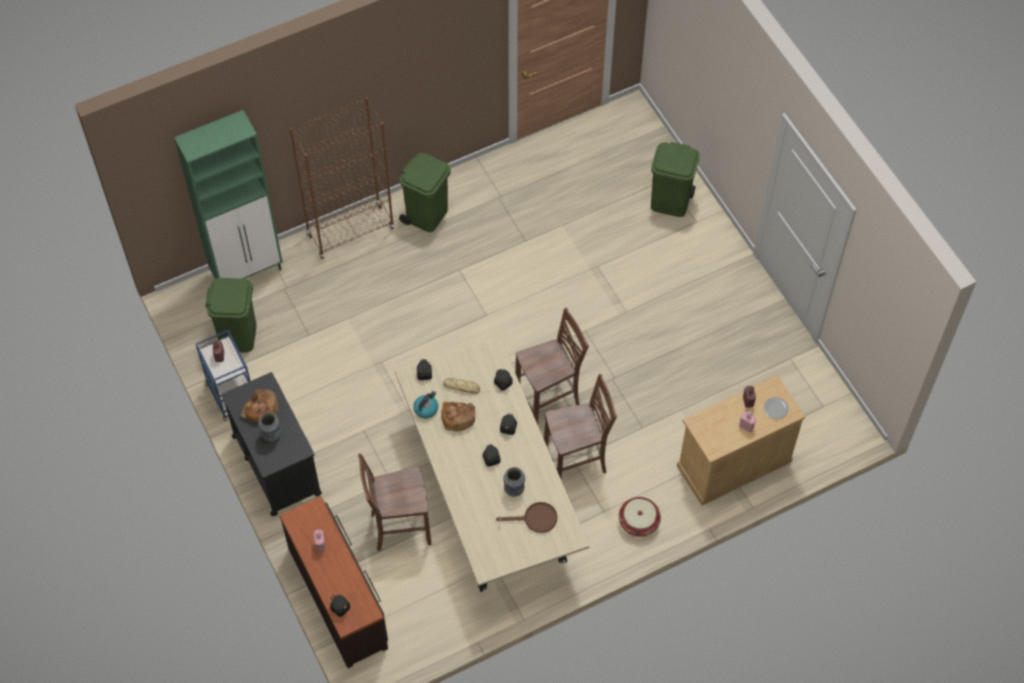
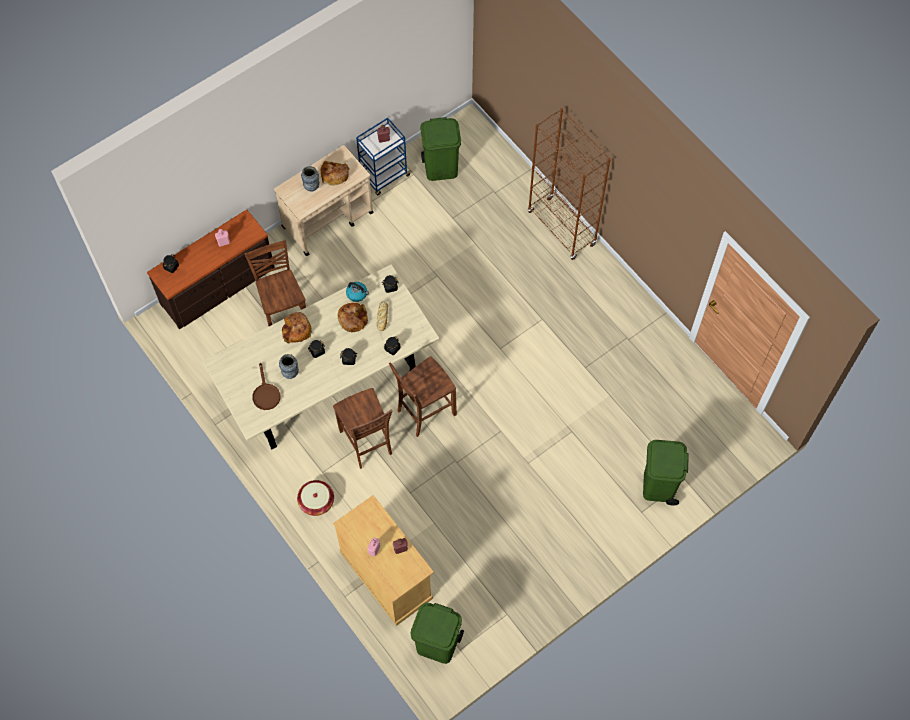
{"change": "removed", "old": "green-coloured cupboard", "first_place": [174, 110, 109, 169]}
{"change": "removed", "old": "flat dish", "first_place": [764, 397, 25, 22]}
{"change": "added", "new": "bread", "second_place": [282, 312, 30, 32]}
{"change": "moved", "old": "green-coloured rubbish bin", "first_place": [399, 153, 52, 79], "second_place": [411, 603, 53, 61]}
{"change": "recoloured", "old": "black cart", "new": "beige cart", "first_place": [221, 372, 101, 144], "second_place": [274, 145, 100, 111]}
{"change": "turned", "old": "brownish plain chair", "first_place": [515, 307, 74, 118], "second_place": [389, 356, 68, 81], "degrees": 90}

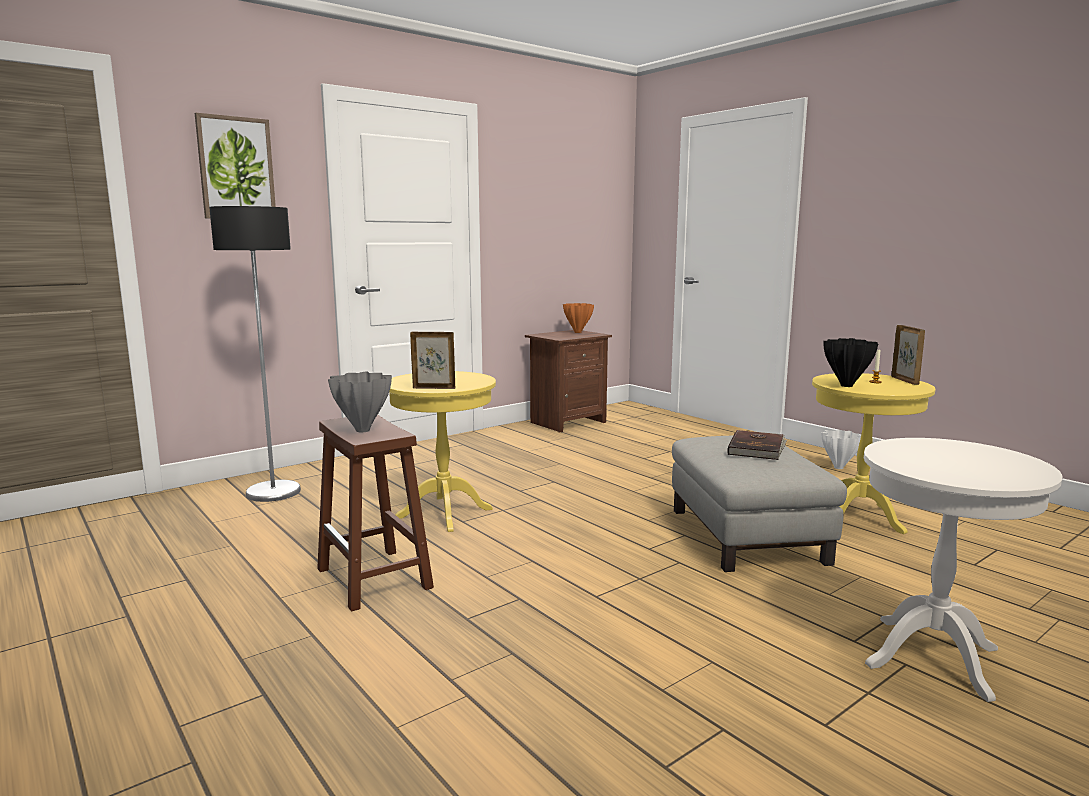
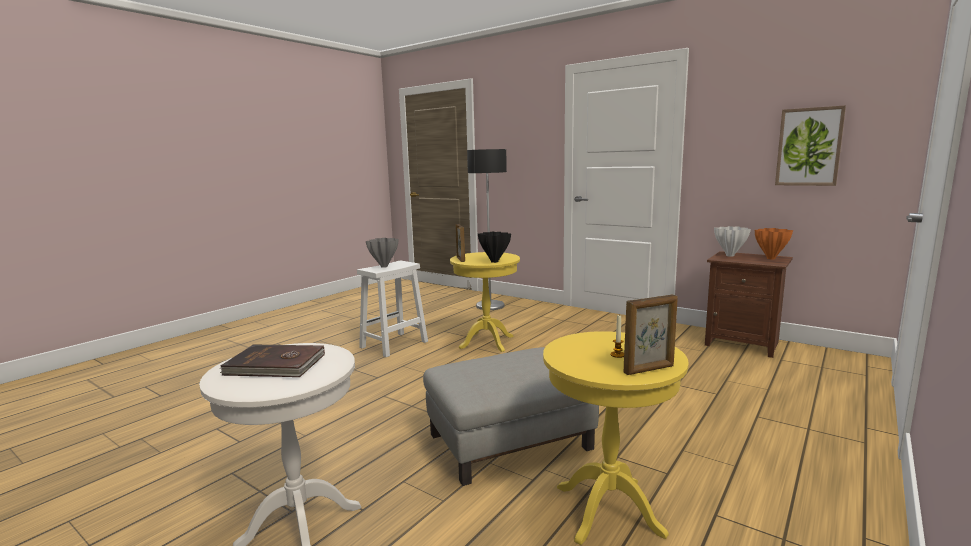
{"change": "moved", "old": "wall picture", "first_place": [195, 113, 81, 105], "second_place": [775, 105, 71, 81]}
{"change": "moved", "old": "brownish book", "first_place": [727, 430, 60, 30], "second_place": [220, 345, 105, 32]}
{"change": "moved", "old": "whitish flower vase", "first_place": [821, 430, 40, 39], "second_place": [714, 226, 37, 31]}
{"change": "moved", "old": "black flower vase", "first_place": [823, 338, 55, 49], "second_place": [478, 231, 33, 32]}
{"change": "recoloured", "old": "brownish stool seat", "new": "whitish stool seat", "first_place": [317, 415, 117, 197], "second_place": [357, 260, 71, 97]}

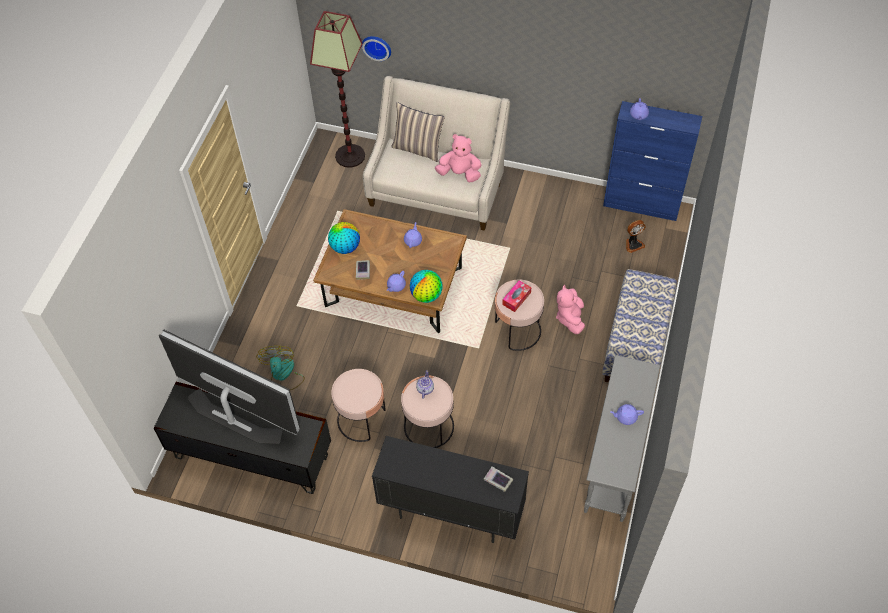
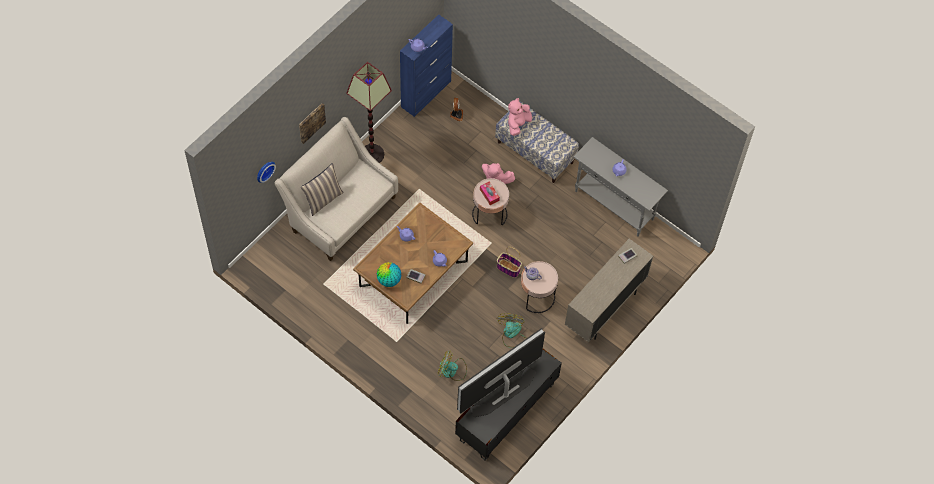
{"change": "removed", "old": "globe", "first_place": [410, 270, 33, 33]}
{"change": "added", "new": "wall picture", "second_place": [299, 103, 27, 41]}
{"change": "added", "new": "basket", "second_place": [497, 247, 25, 31]}
{"change": "moved", "old": "floor lamp", "first_place": [310, 11, 55, 157], "second_place": [346, 62, 46, 101]}
{"change": "moved", "old": "pink-coloured cuddly toy", "first_place": [435, 134, 47, 48], "second_place": [508, 98, 24, 38]}
{"change": "replaced", "old": "pink-coloured side table", "new": "cooling fan", "first_place": [331, 369, 55, 73], "second_place": [497, 314, 30, 34]}
{"change": "recoloured", "old": "black cupboard", "new": "beige cupboard", "first_place": [372, 436, 157, 107], "second_place": [565, 239, 88, 103]}

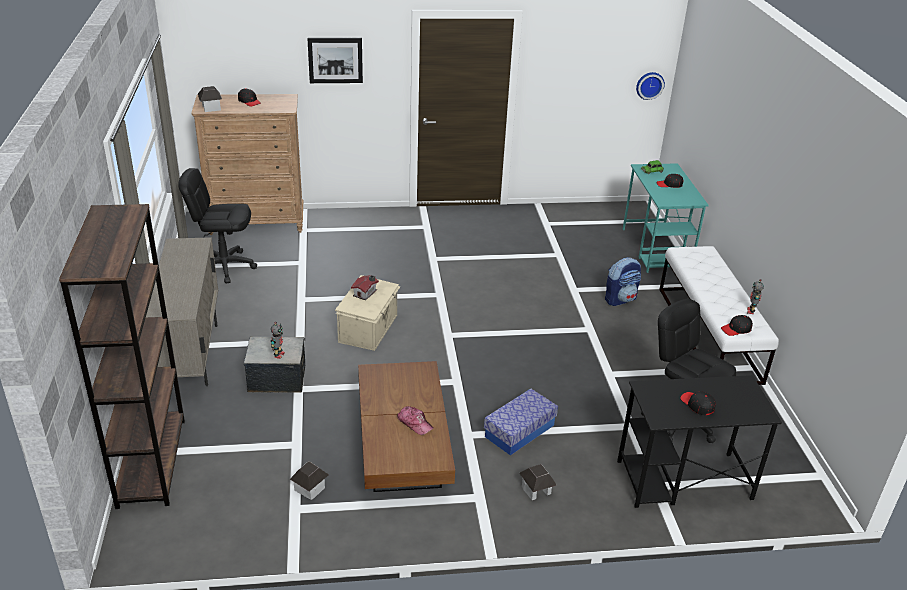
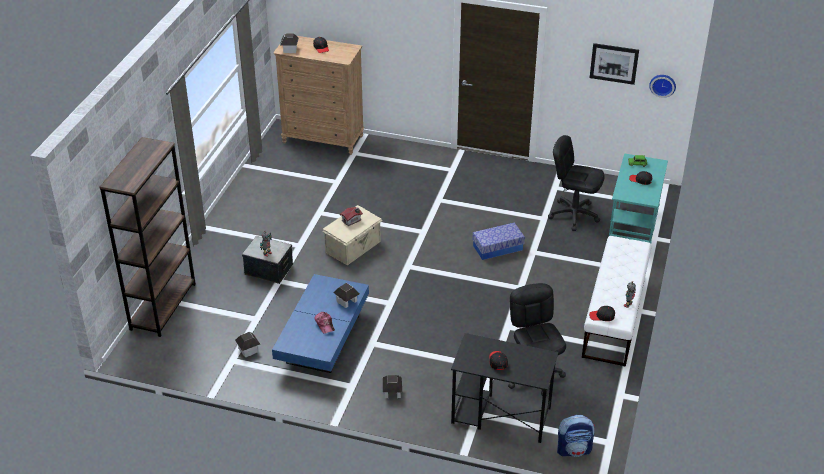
{"change": "removed", "old": "beige cupboard", "first_place": [146, 237, 72, 149]}
{"change": "added", "new": "model house", "second_place": [333, 283, 27, 25]}
{"change": "moved", "old": "black desk chair", "first_place": [178, 168, 79, 115], "second_place": [548, 135, 57, 96]}
{"change": "moved", "old": "wall picture", "first_place": [307, 38, 56, 45], "second_place": [590, 43, 49, 42]}
{"change": "moved", "old": "storage box", "first_place": [484, 389, 74, 66], "second_place": [472, 222, 53, 38]}
{"change": "moved", "old": "backpack", "first_place": [605, 257, 36, 49], "second_place": [557, 415, 38, 42]}
{"change": "recoloured", "old": "brownish lounge table", "new": "bluish lounge table", "first_place": [358, 361, 97, 131], "second_place": [272, 274, 97, 99]}

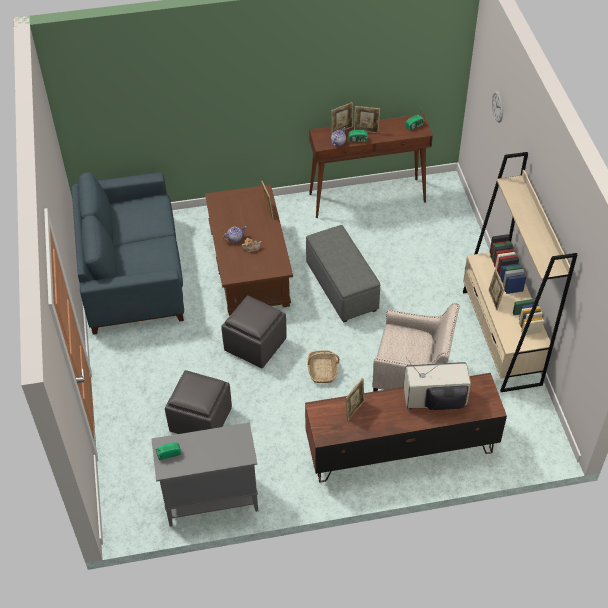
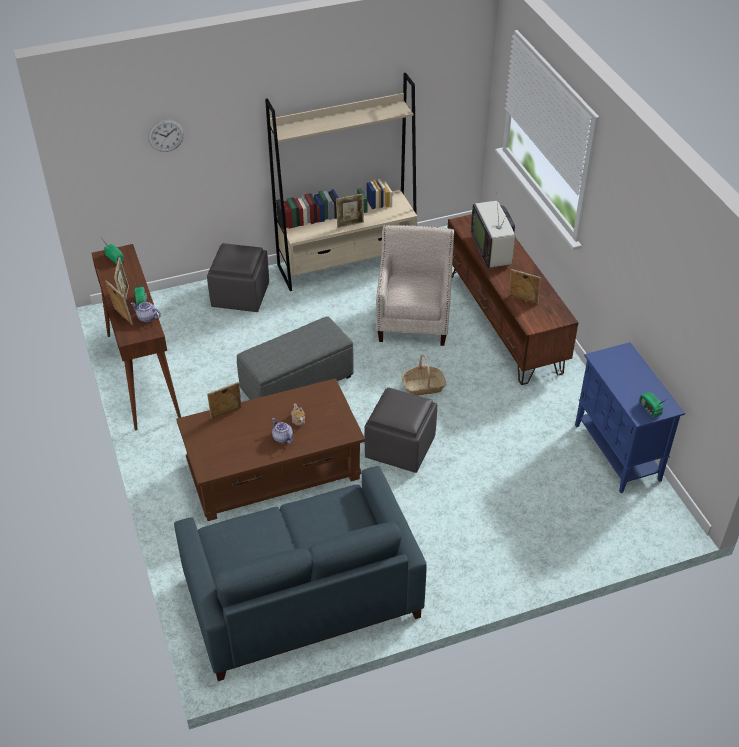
{"change": "moved", "old": "gray footrest", "first_place": [165, 370, 67, 64], "second_place": [207, 243, 62, 69]}
{"change": "recoloured", "old": "gray cupboard", "new": "bluish cupboard", "first_place": [152, 423, 106, 103], "second_place": [575, 342, 110, 151]}

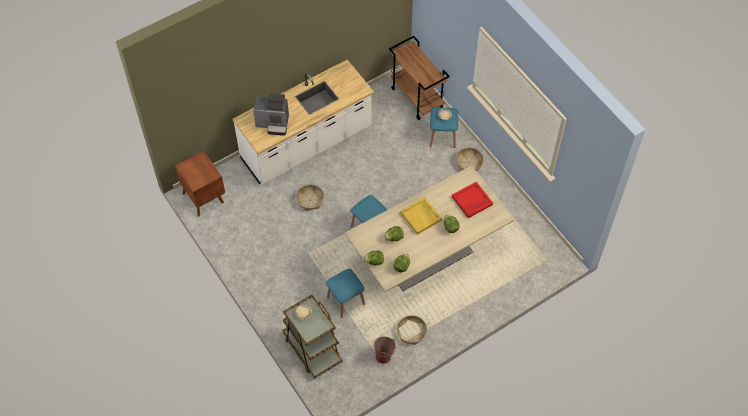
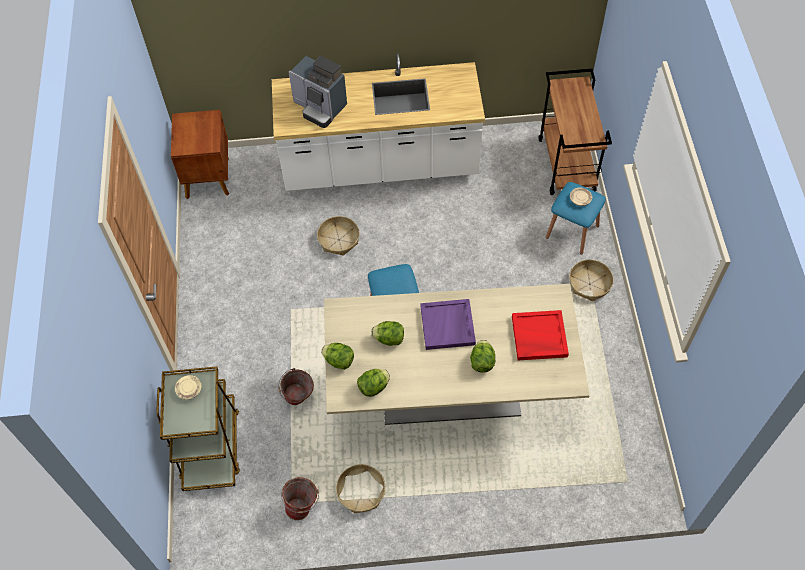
{"change": "replaced", "old": "bluish stool seat", "new": "bucket", "first_place": [326, 269, 39, 49], "second_place": [278, 368, 36, 37]}
{"change": "recoloured", "old": "yellow-coloured carrying tray", "new": "purple-coloured carrying tray", "first_place": [400, 197, 42, 38], "second_place": [421, 299, 55, 51]}

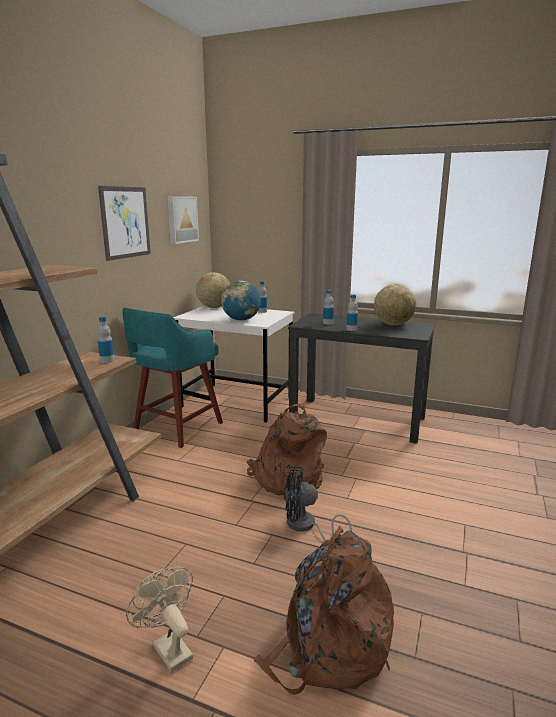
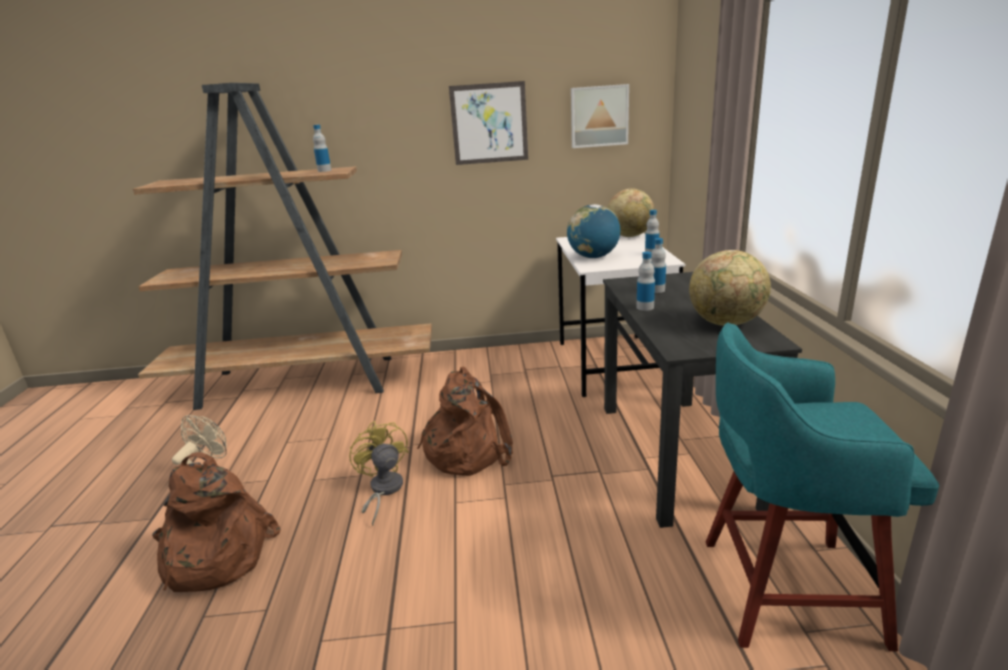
{"change": "moved", "old": "drink bottle", "first_place": [97, 316, 17, 47], "second_place": [313, 125, 18, 47]}
{"change": "moved", "old": "turquoise-coloured stool seat", "first_place": [123, 307, 100, 141], "second_place": [706, 323, 233, 328]}
{"change": "recoloured", "old": "black cooling fan", "new": "yellow-coloured cooling fan", "first_place": [284, 467, 68, 74], "second_place": [349, 421, 60, 105]}

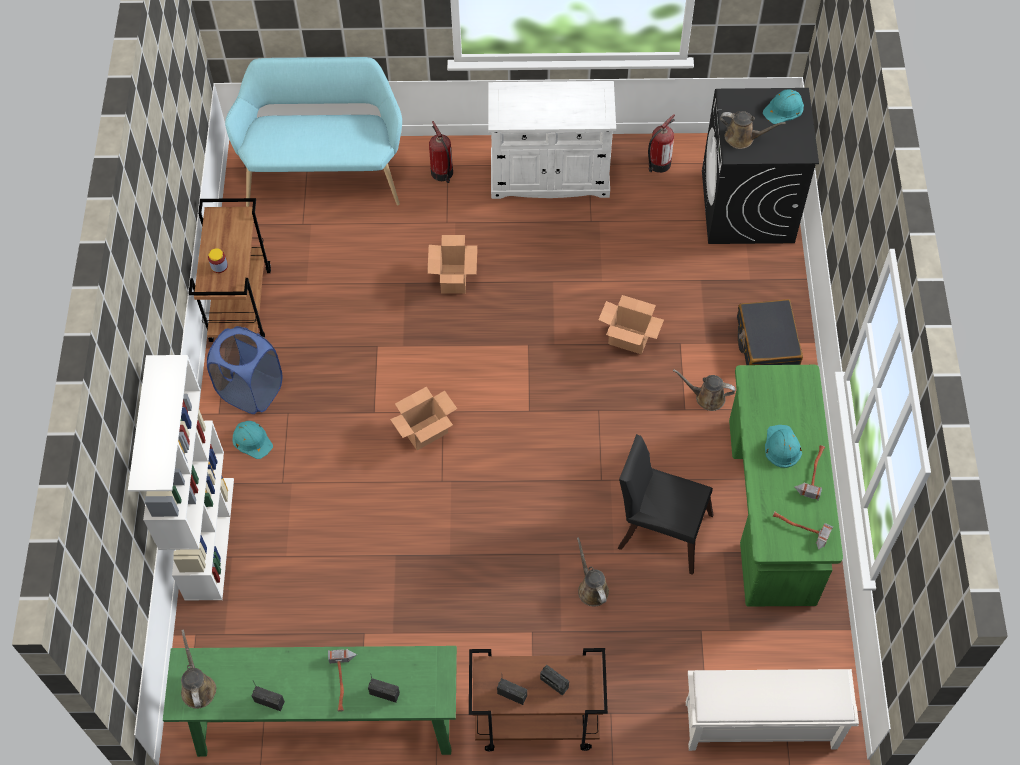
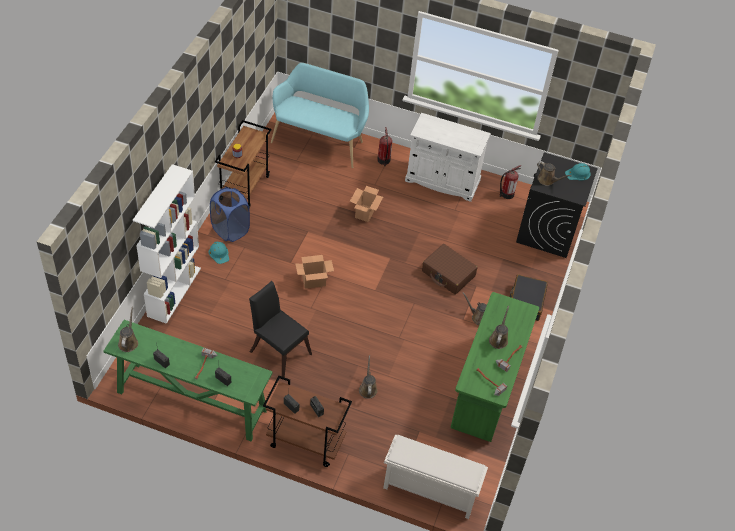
{"change": "moved", "old": "black plain chair", "first_place": [618, 434, 96, 141], "second_place": [249, 281, 63, 97]}
{"change": "replaced", "old": "carton", "new": "brownish suitcase", "first_place": [598, 295, 66, 59], "second_place": [422, 244, 56, 51]}
{"change": "replaced", "old": "turquoise-coloured work helmet", "new": "brownish watering pot", "first_place": [765, 425, 37, 43], "second_place": [489, 306, 20, 43]}

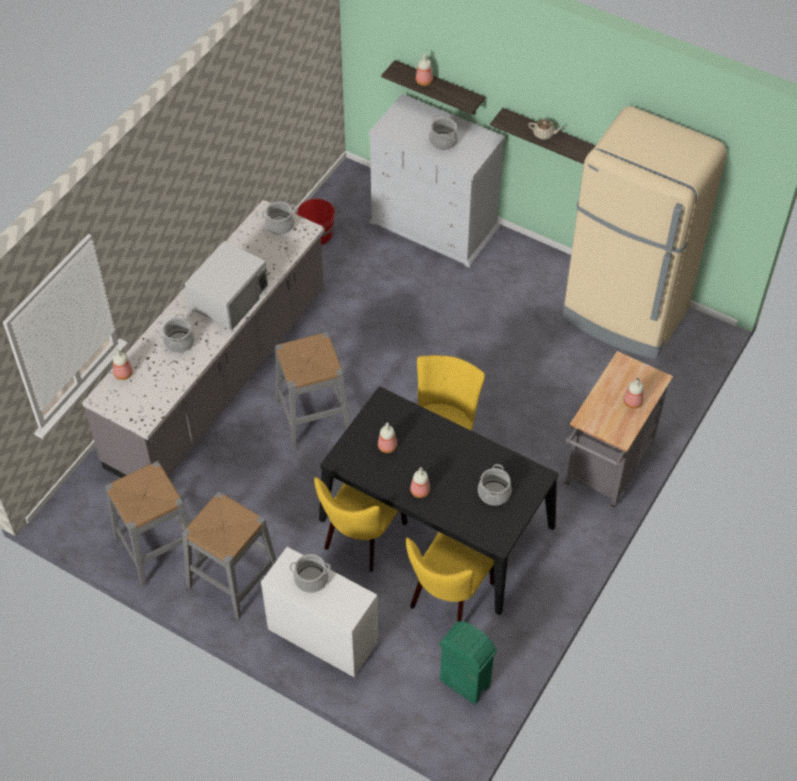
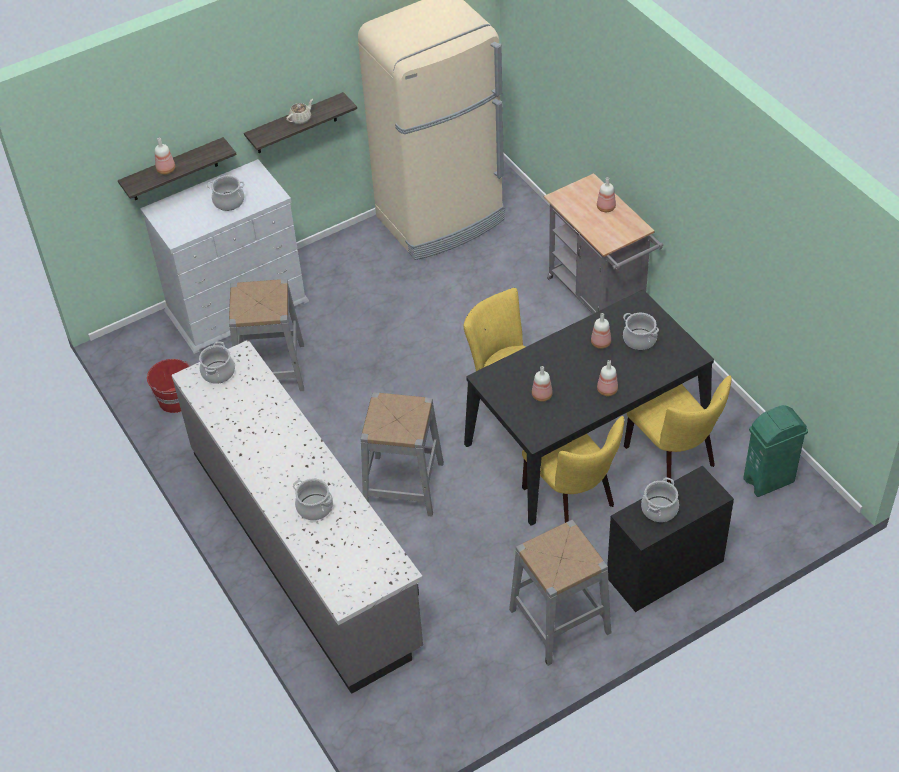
{"change": "removed", "old": "whitish kitchen microwave", "first_place": [185, 241, 83, 89]}
{"change": "moved", "old": "gray stool seat", "first_place": [105, 461, 96, 126], "second_place": [229, 279, 75, 112]}
{"change": "moved", "old": "drink bottle", "first_place": [113, 349, 20, 31], "second_place": [591, 313, 20, 36]}
{"change": "recoloured", "old": "whitish chest of drawers", "new": "black chest of drawers", "first_place": [261, 547, 117, 130], "second_place": [607, 466, 127, 146]}

